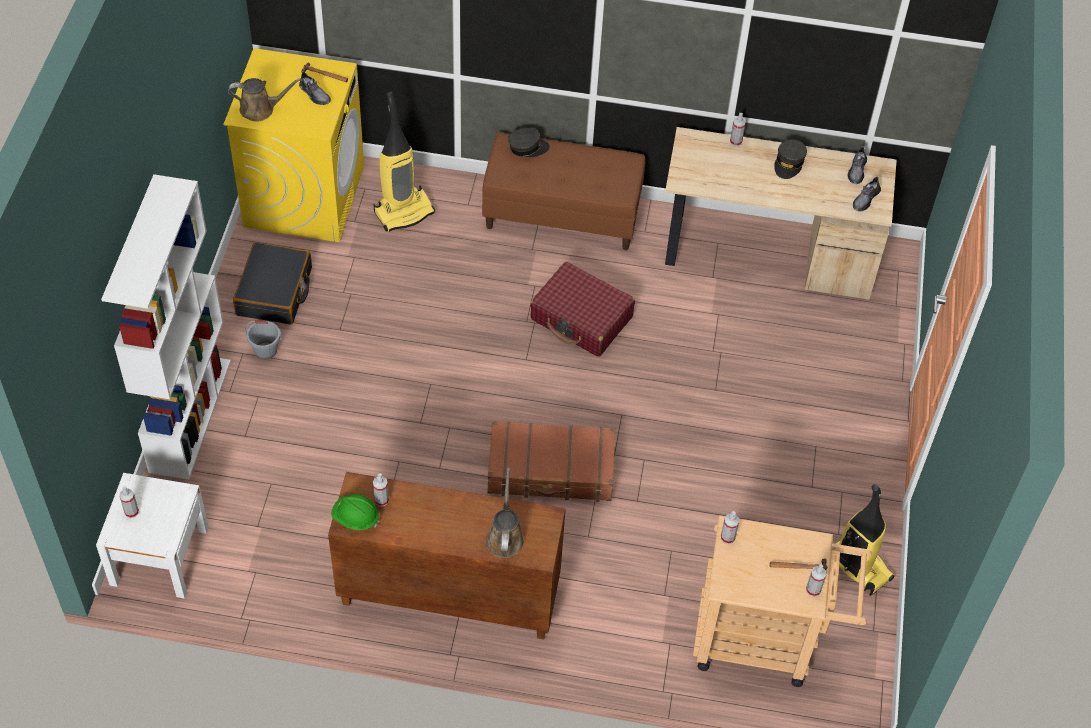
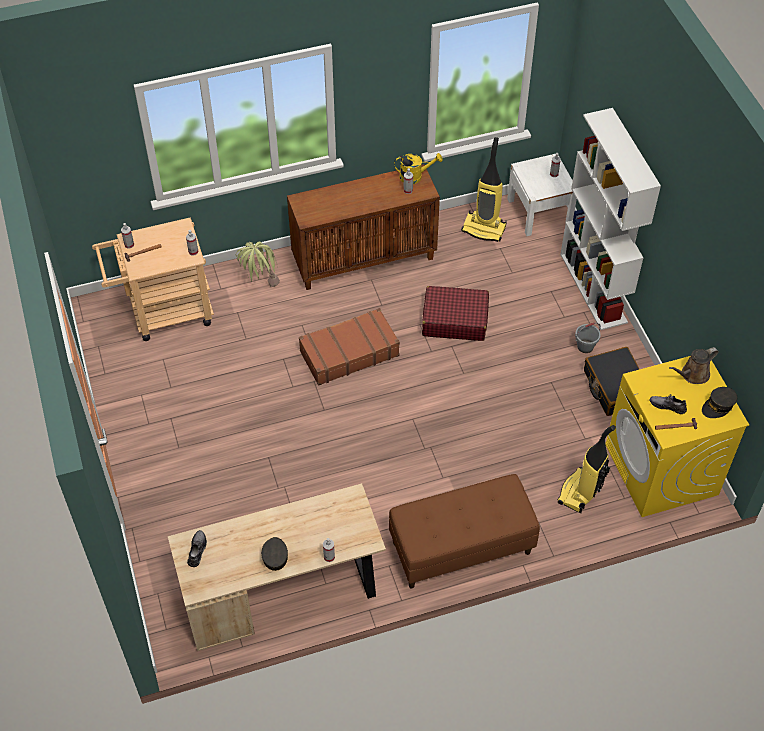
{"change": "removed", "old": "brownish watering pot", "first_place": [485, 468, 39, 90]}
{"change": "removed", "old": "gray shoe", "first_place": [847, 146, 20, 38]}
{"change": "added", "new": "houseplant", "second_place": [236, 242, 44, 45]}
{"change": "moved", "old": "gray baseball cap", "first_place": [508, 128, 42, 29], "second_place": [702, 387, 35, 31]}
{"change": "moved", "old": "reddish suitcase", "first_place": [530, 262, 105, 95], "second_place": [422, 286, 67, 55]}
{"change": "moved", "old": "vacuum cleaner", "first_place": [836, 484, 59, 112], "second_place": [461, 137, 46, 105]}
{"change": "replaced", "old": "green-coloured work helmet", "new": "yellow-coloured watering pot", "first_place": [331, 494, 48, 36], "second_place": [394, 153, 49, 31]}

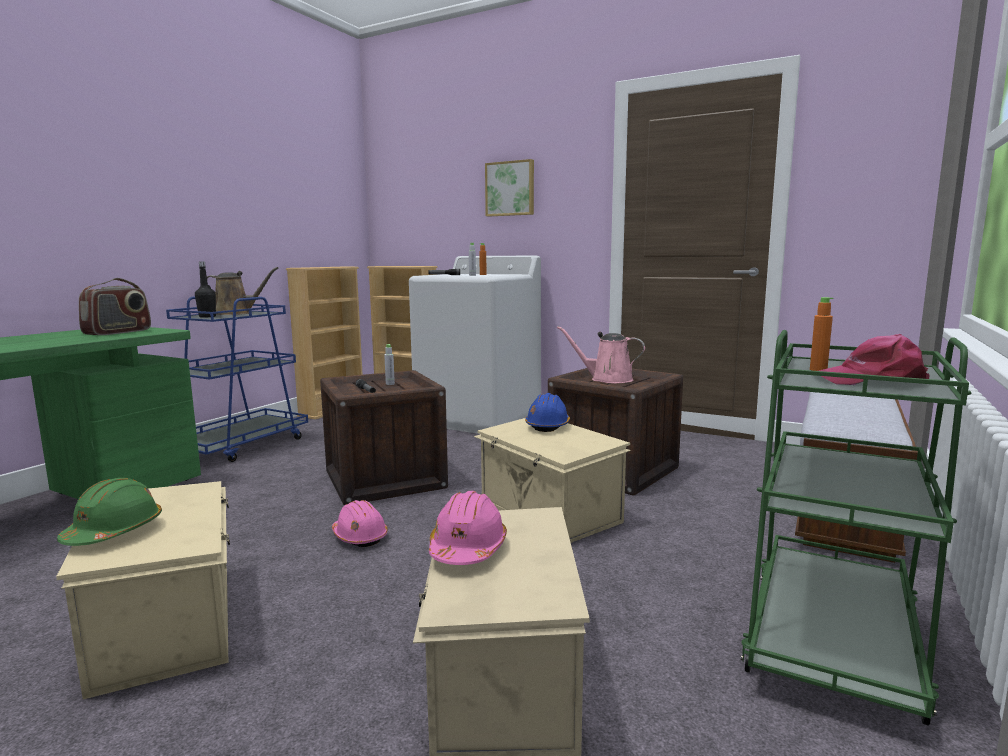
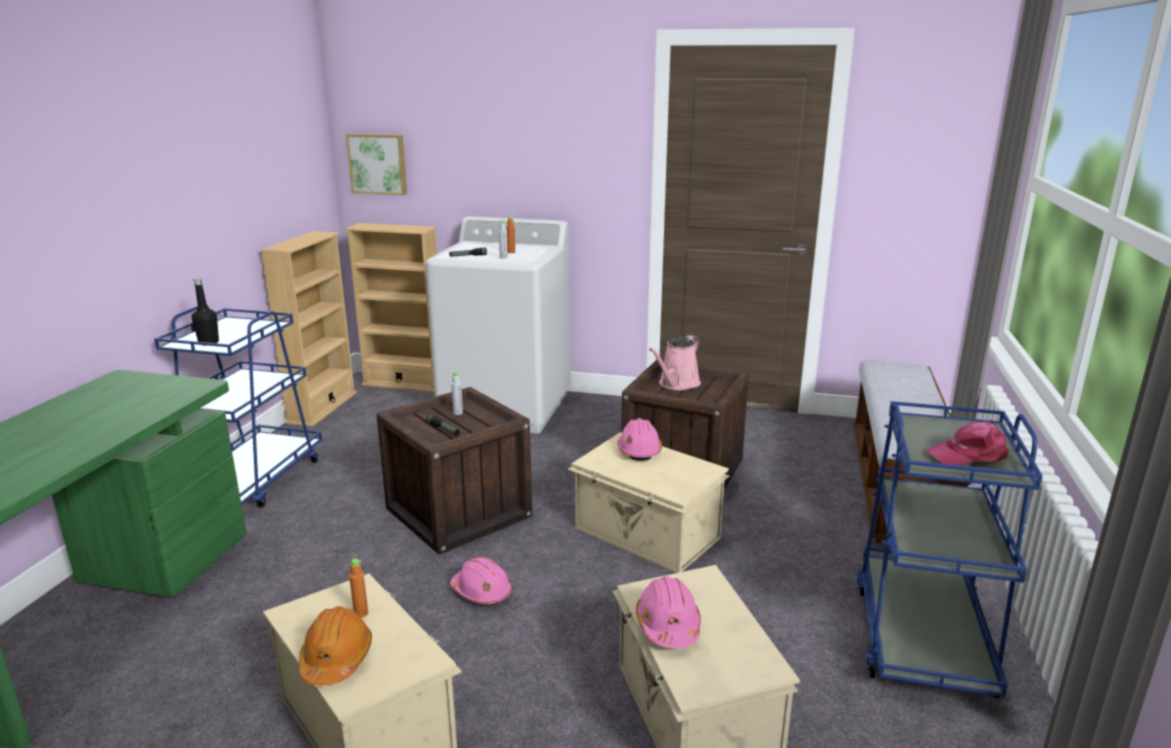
{"change": "removed", "old": "radio set", "first_place": [79, 278, 72, 57]}
{"change": "removed", "old": "brownish watering pot", "first_place": [207, 267, 71, 48]}
{"change": "moved", "old": "wall picture", "first_place": [485, 159, 49, 57], "second_place": [346, 134, 61, 61]}
{"change": "moved", "old": "orangey drink bottle", "first_place": [810, 297, 23, 74], "second_place": [349, 558, 19, 60]}
{"change": "recoloured", "old": "green-coloured work helmet", "new": "orangey work helmet", "first_place": [57, 478, 105, 68], "second_place": [299, 606, 73, 80]}
{"change": "recoloured", "old": "bluish work helmet", "new": "pink-coloured work helmet", "first_place": [525, 393, 45, 39], "second_place": [617, 418, 45, 43]}
{"change": "recoloured", "old": "green-coloured cart", "new": "bluish cart", "first_place": [741, 330, 230, 396], "second_place": [857, 401, 186, 297]}
{"change": "turned", "old": "pink-coloured watering pot", "first_place": [557, 326, 88, 57], "second_place": [649, 335, 52, 55], "degrees": -60}

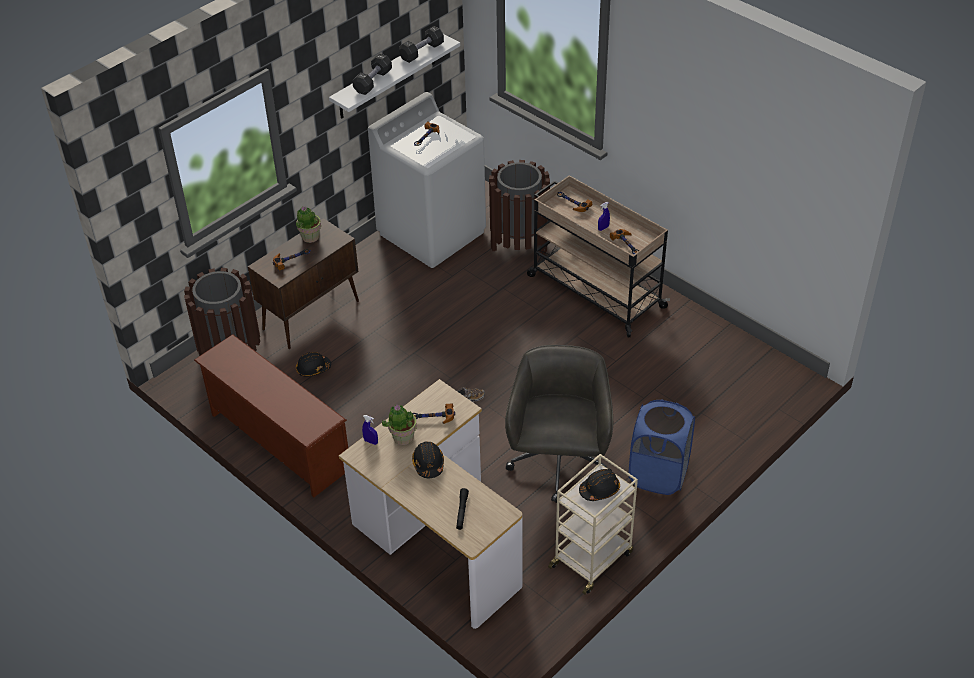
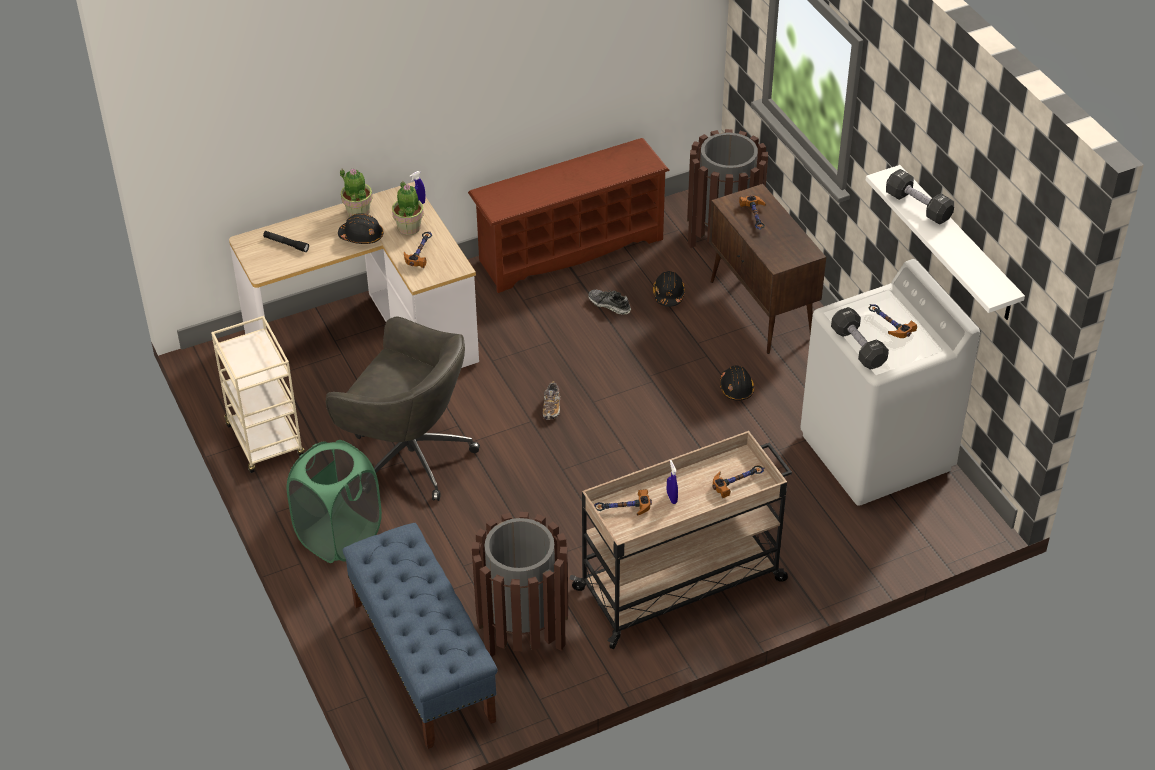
{"change": "added", "new": "bluish indoor bench", "second_place": [342, 523, 156, 226]}
{"change": "added", "new": "shoe", "second_place": [588, 290, 43, 25]}
{"change": "moved", "old": "houseplant", "first_place": [296, 206, 25, 37], "second_place": [340, 169, 32, 48]}
{"change": "moved", "old": "black dumbbell", "first_place": [399, 26, 45, 37], "second_place": [831, 307, 58, 63]}
{"change": "moved", "old": "brownish rubbish bin", "first_place": [489, 160, 61, 94], "second_place": [472, 512, 96, 145]}
{"change": "moved", "old": "black work helmet", "first_place": [579, 469, 41, 32], "second_place": [720, 366, 34, 35]}
{"change": "recoloured", "old": "bluish hamper", "new": "green-coloured hamper", "first_place": [629, 400, 66, 95], "second_place": [287, 440, 95, 123]}

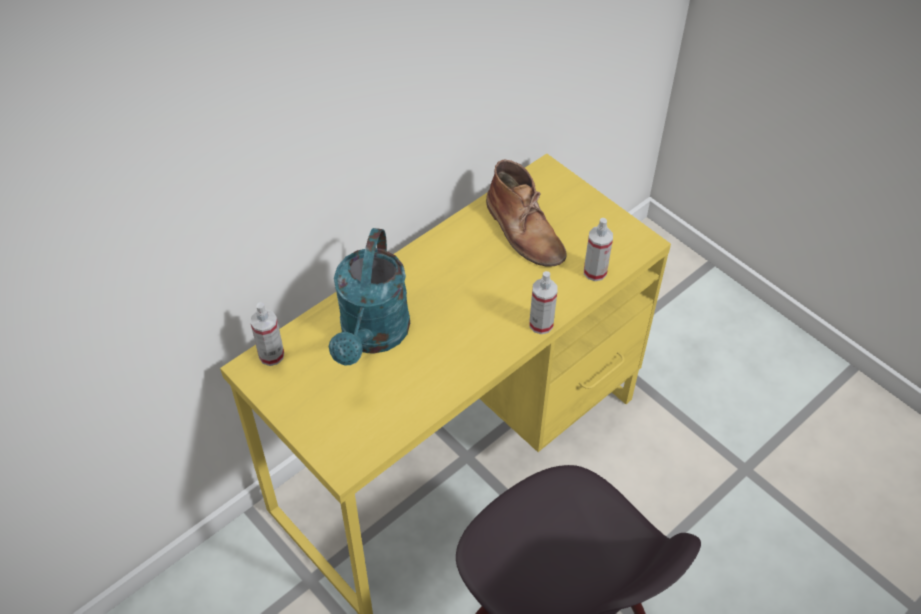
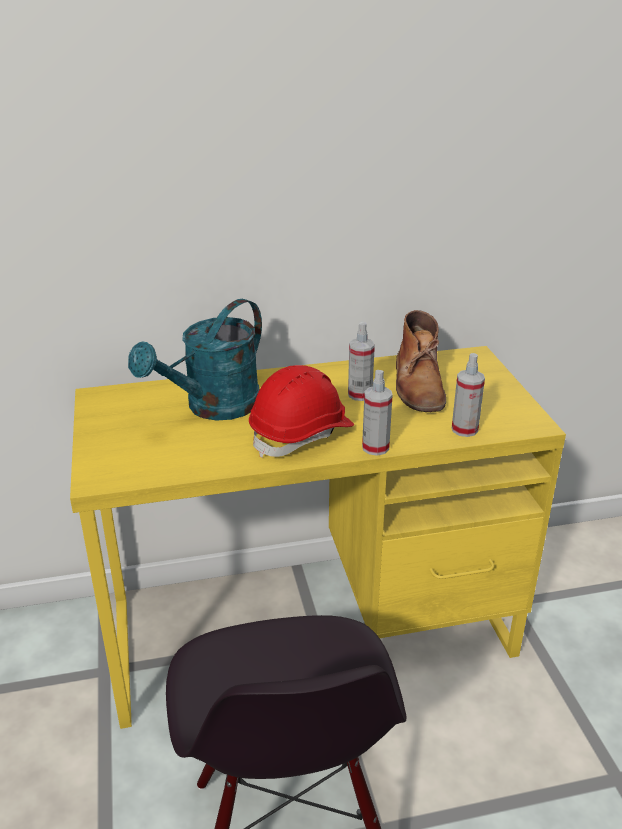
{"change": "added", "new": "reddish work helmet", "second_place": [249, 365, 105, 93]}
{"change": "moved", "old": "sprayer", "first_place": [250, 302, 34, 64], "second_place": [348, 322, 27, 79]}

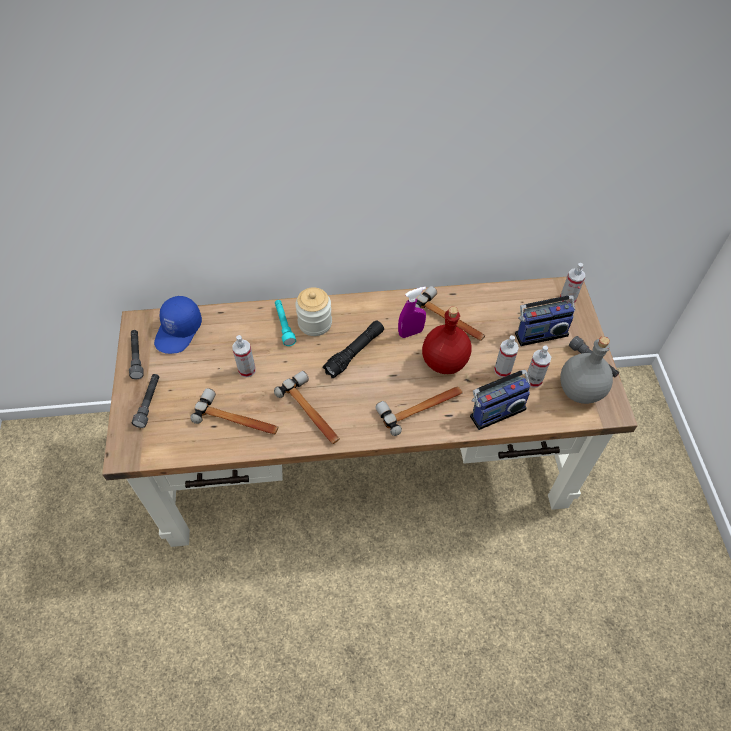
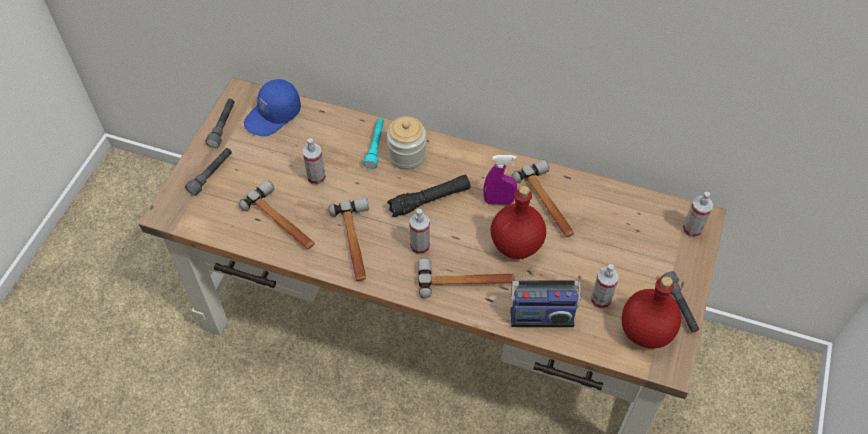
{"change": "removed", "old": "radio set", "first_place": [515, 286, 65, 60]}
{"change": "moved", "old": "sprayer", "first_place": [494, 335, 25, 42], "second_place": [409, 209, 21, 46]}
{"change": "recoloured", "old": "gray drink bottle", "new": "reddish drink bottle", "first_place": [560, 336, 53, 68], "second_place": [622, 276, 59, 72]}

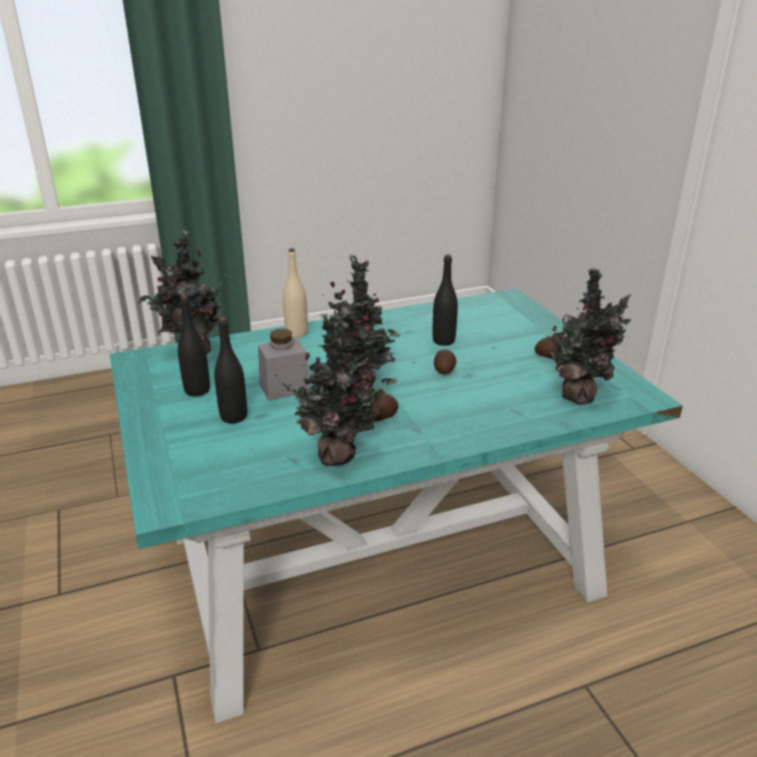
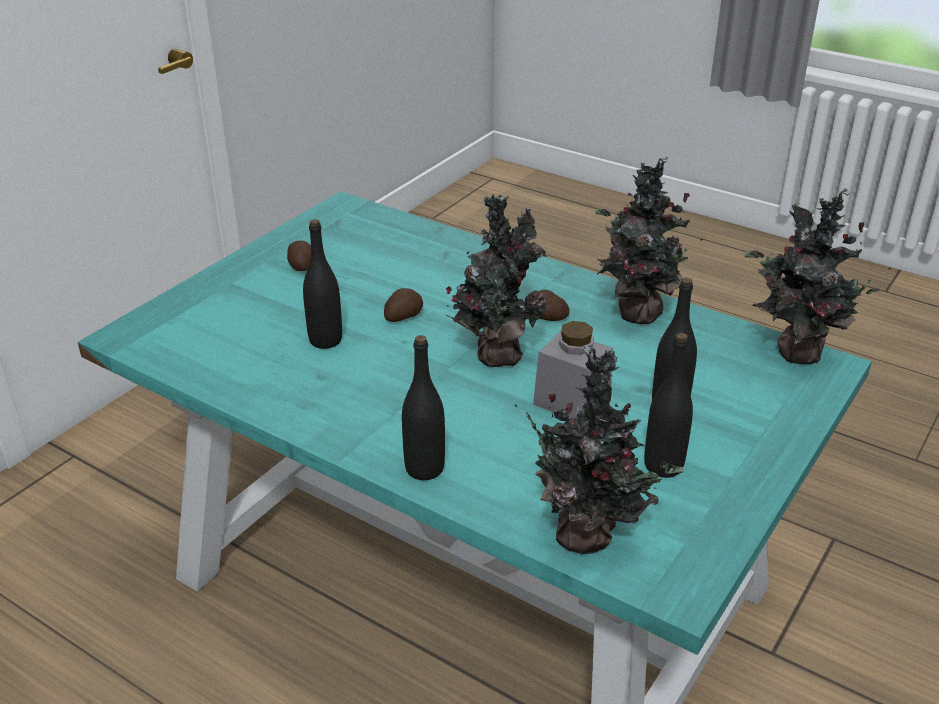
{"change": "moved", "old": "houseplant", "first_place": [546, 268, 85, 137], "second_place": [744, 188, 147, 176]}
{"change": "recoloured", "old": "beige drink bottle", "new": "black drink bottle", "first_place": [283, 248, 25, 90], "second_place": [402, 335, 43, 145]}

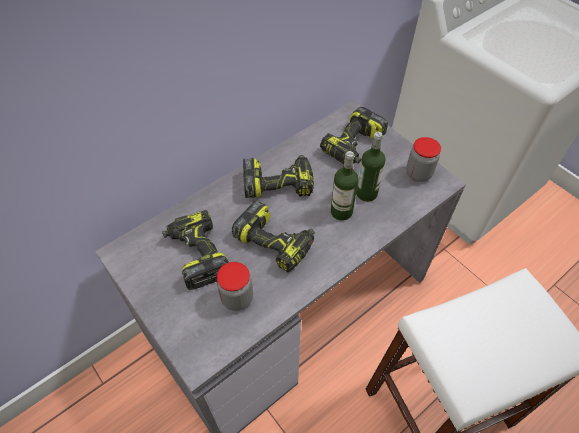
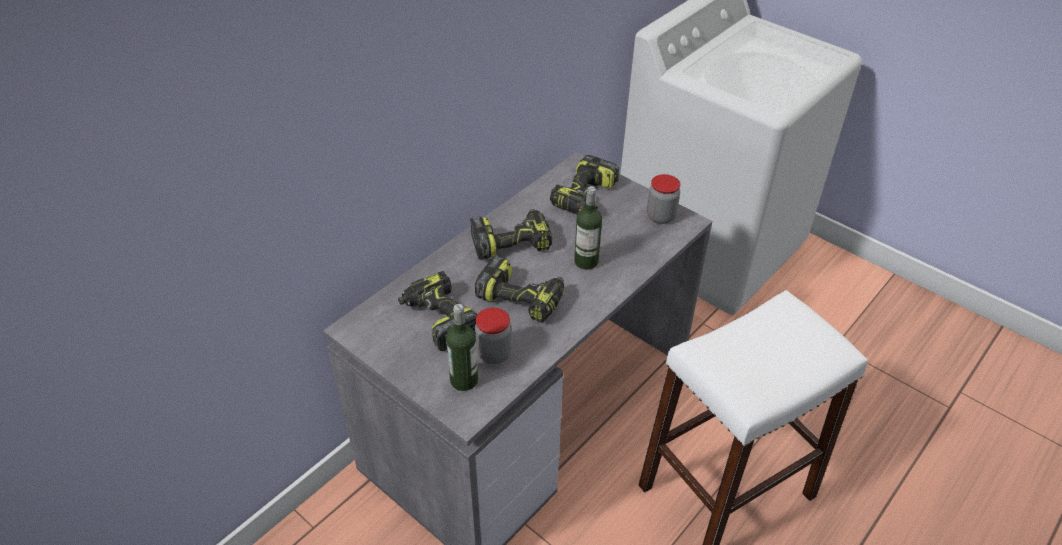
{"change": "moved", "old": "drink bottle", "first_place": [356, 132, 30, 70], "second_place": [446, 304, 32, 87]}

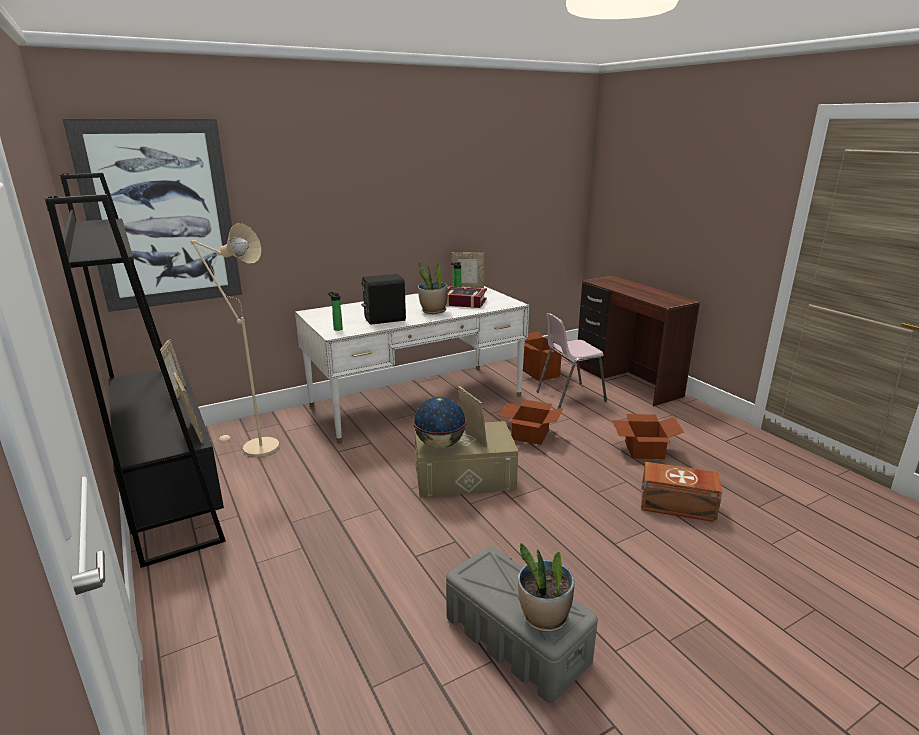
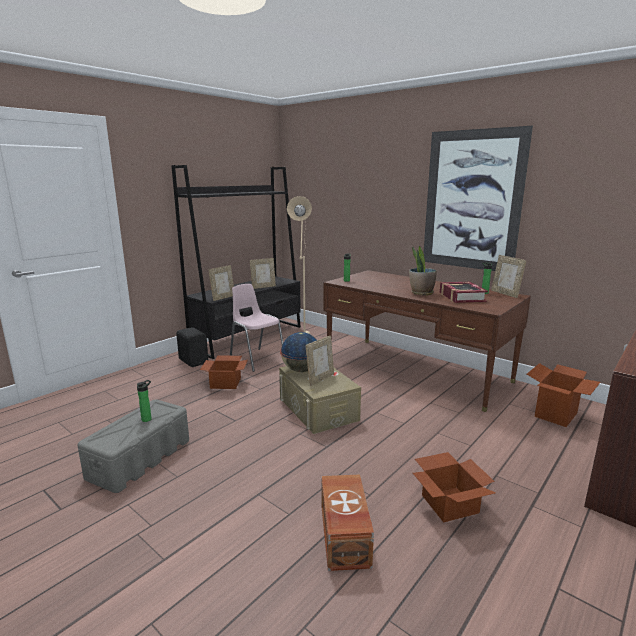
{"change": "removed", "old": "houseplant", "first_place": [518, 543, 56, 89]}
{"change": "added", "new": "drink bottle", "second_place": [137, 380, 15, 42]}
{"change": "moved", "old": "wall picture", "first_place": [63, 119, 179, 193], "second_place": [423, 126, 110, 145]}
{"change": "moved", "old": "black loudspeaker", "first_place": [361, 274, 45, 51], "second_place": [176, 327, 32, 40]}
{"change": "moved", "old": "carton", "first_place": [498, 400, 66, 45], "second_place": [200, 356, 48, 33]}
{"change": "moved", "old": "pink-coloured plain chair", "first_place": [536, 313, 71, 96], "second_place": [230, 284, 53, 88]}
{"change": "recoloured", "old": "whitish desk unit", "new": "brownish desk unit", "first_place": [295, 286, 234, 157], "second_place": [324, 270, 207, 142]}

